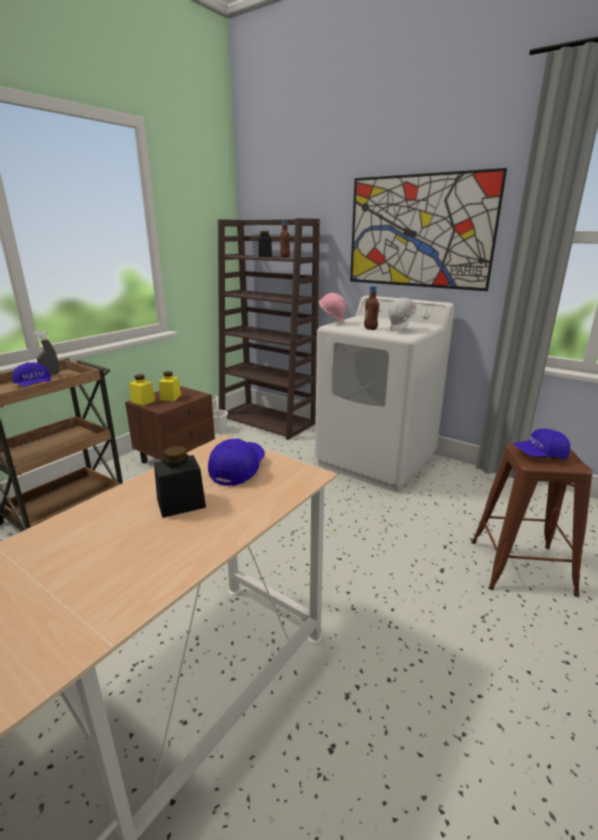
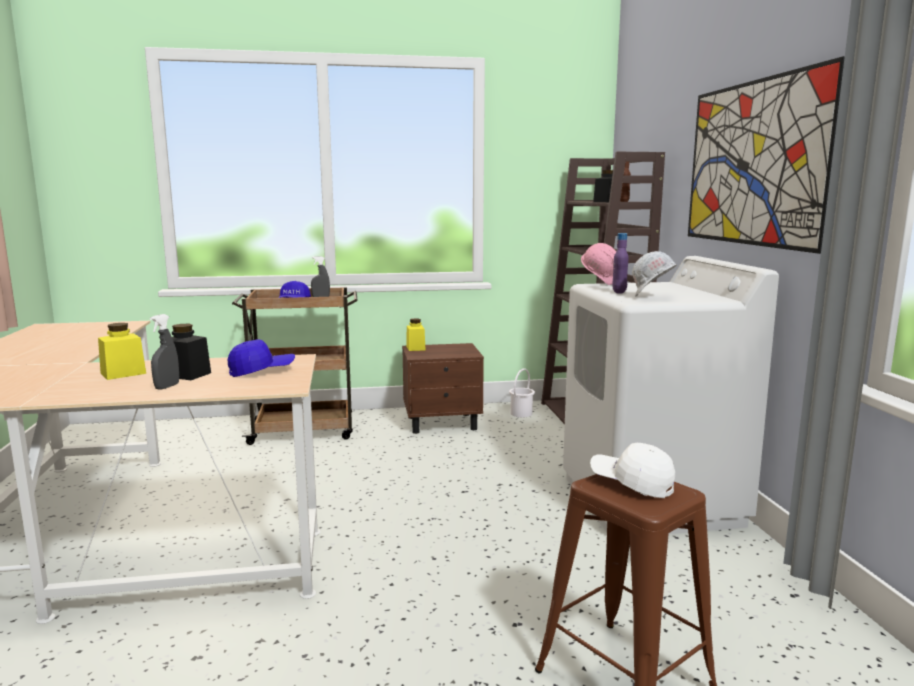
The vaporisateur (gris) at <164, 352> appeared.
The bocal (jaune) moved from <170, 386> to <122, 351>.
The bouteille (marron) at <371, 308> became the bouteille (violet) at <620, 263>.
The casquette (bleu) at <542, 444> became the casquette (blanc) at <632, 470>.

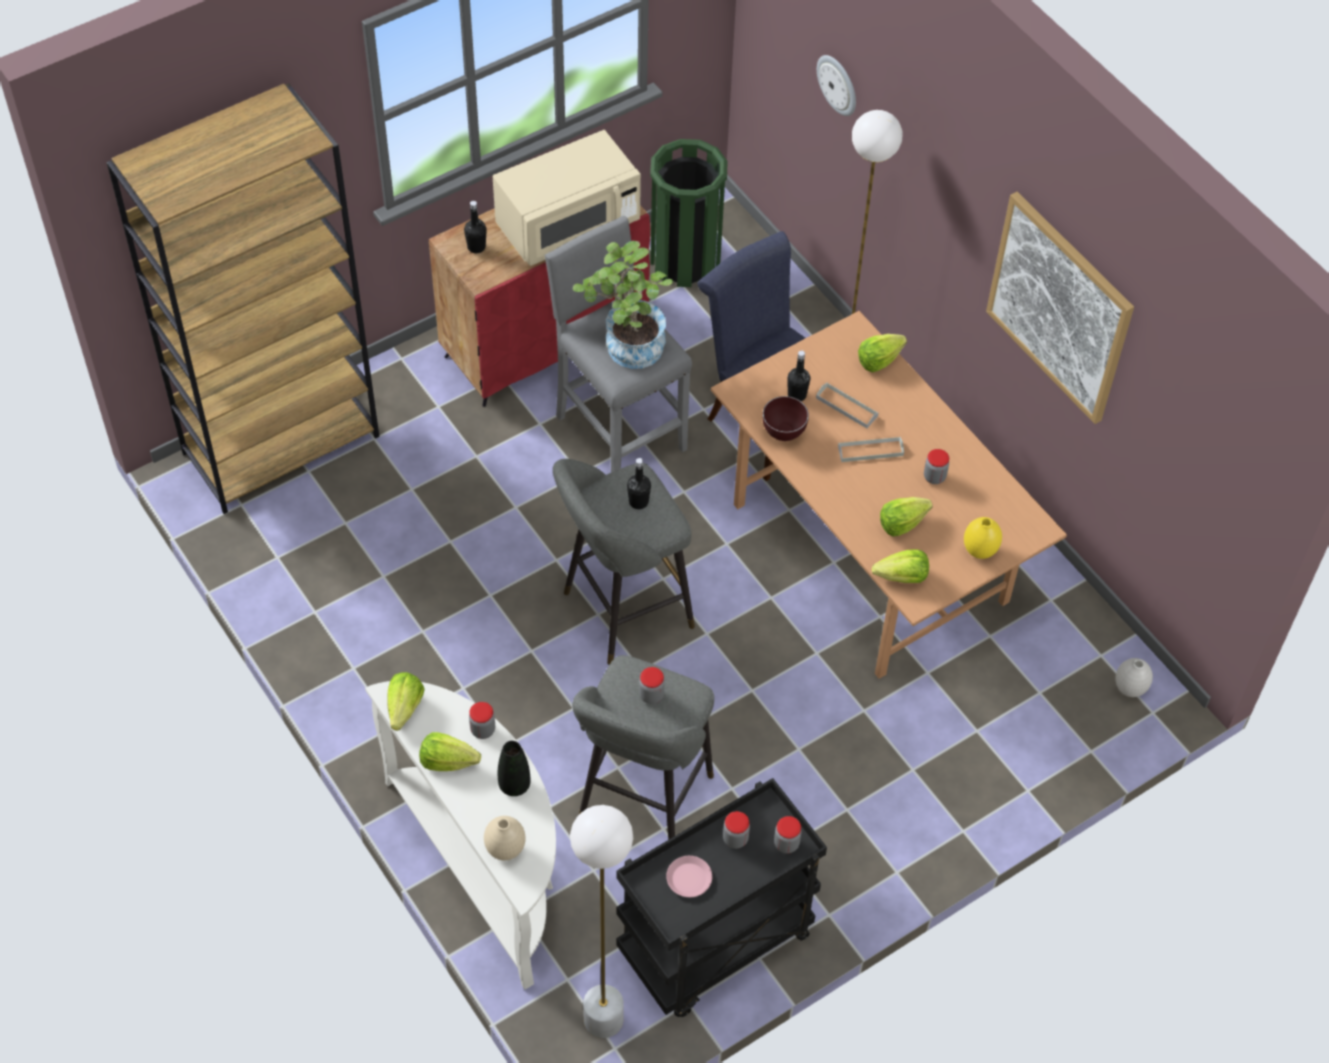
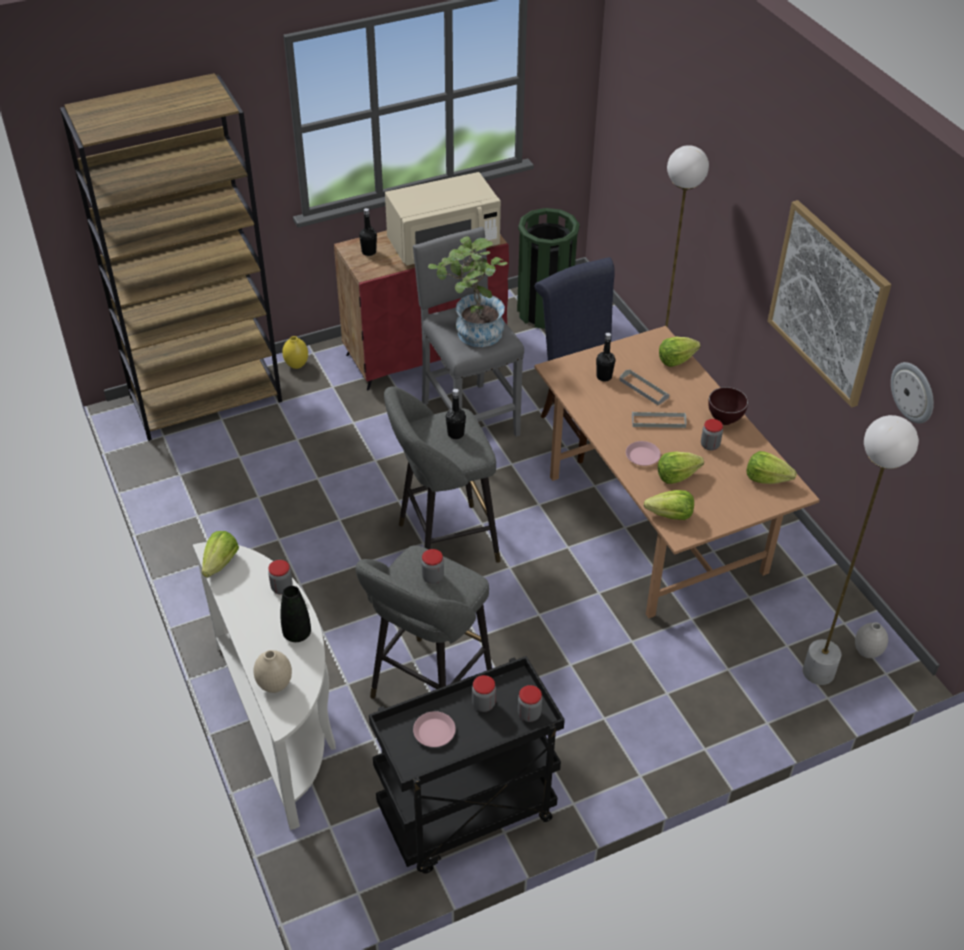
The assiette (rose) at <643, 453> appeared.
The laitue moved from <450, 751> to <771, 467>.
The lampadaire (blanc) moved from <601, 921> to <861, 550>.
The bol (marron) moved from <785, 418> to <728, 406>.
The horloge murale moved from <836, 85> to <912, 392>.
The vase (jaune) moved from <983, 538> to <295, 352>.

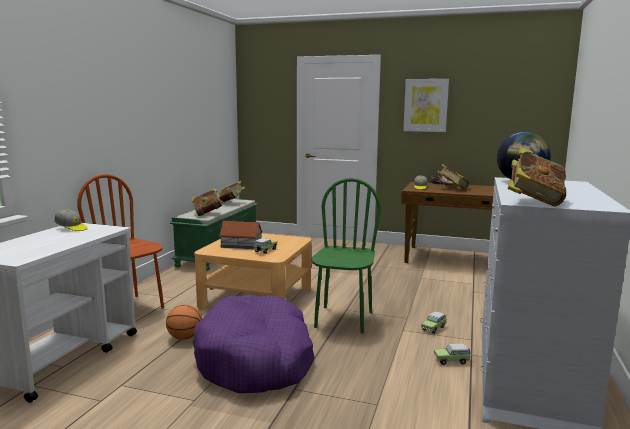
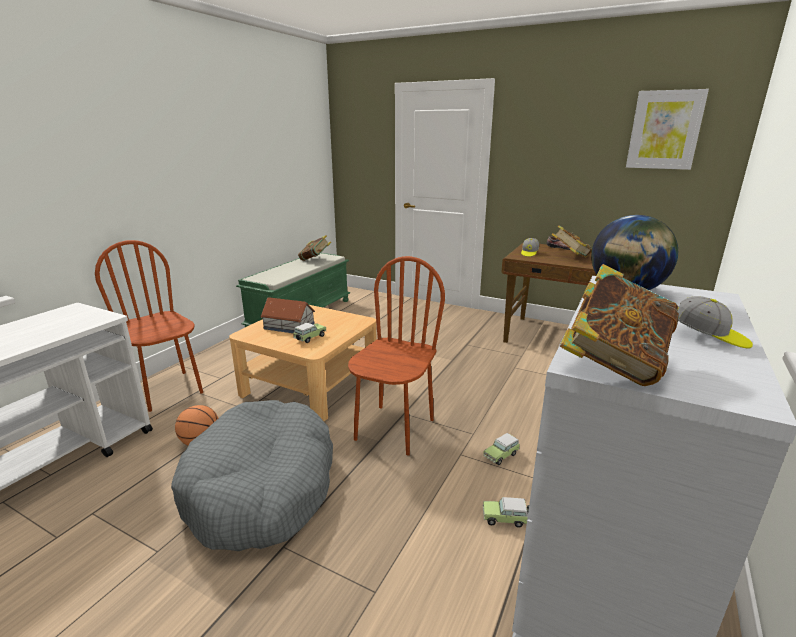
The livre at <207, 202> disappeared.
The casquette moved from <70, 220> to <715, 322>.
The tableau moved from <426, 105> to <667, 129>.
The panier pour chien (violet) at <254, 343> became the panier pour chien (gris) at <252, 475>.
The chaise (vert) at <346, 255> became the chaise (marron) at <396, 355>.

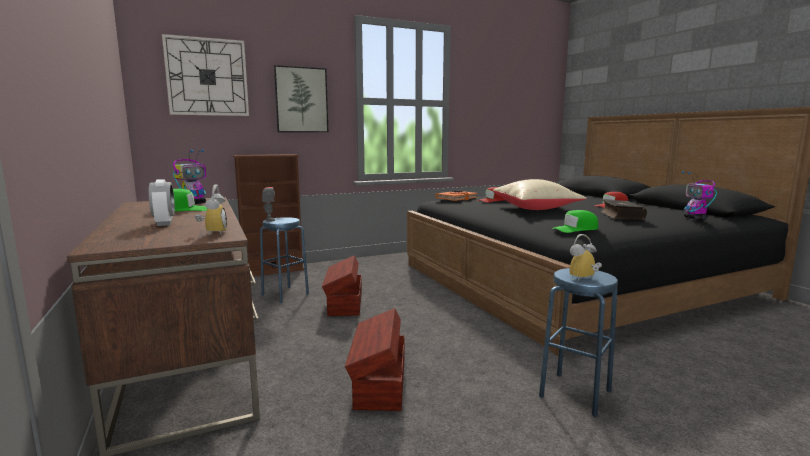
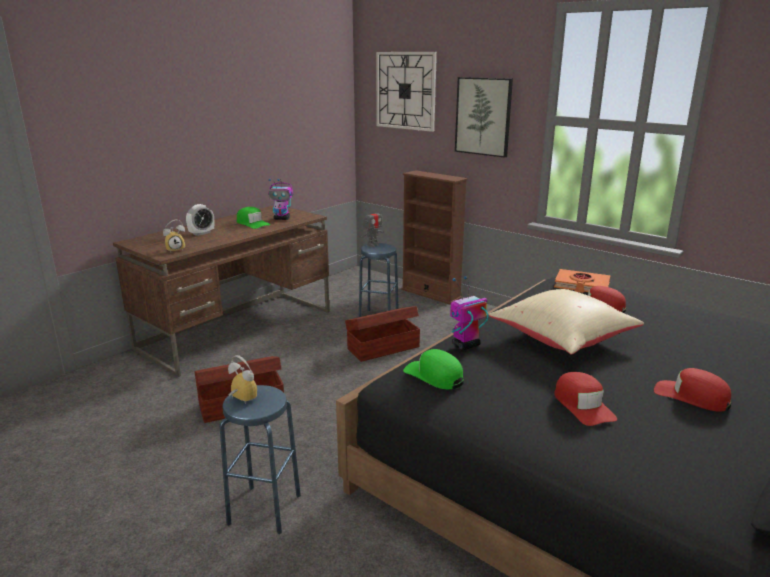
The robot jouet moved from <699, 195> to <469, 313>.
The livre at <624, 209> was replaced by the casquette (rouge) at <585, 399>.

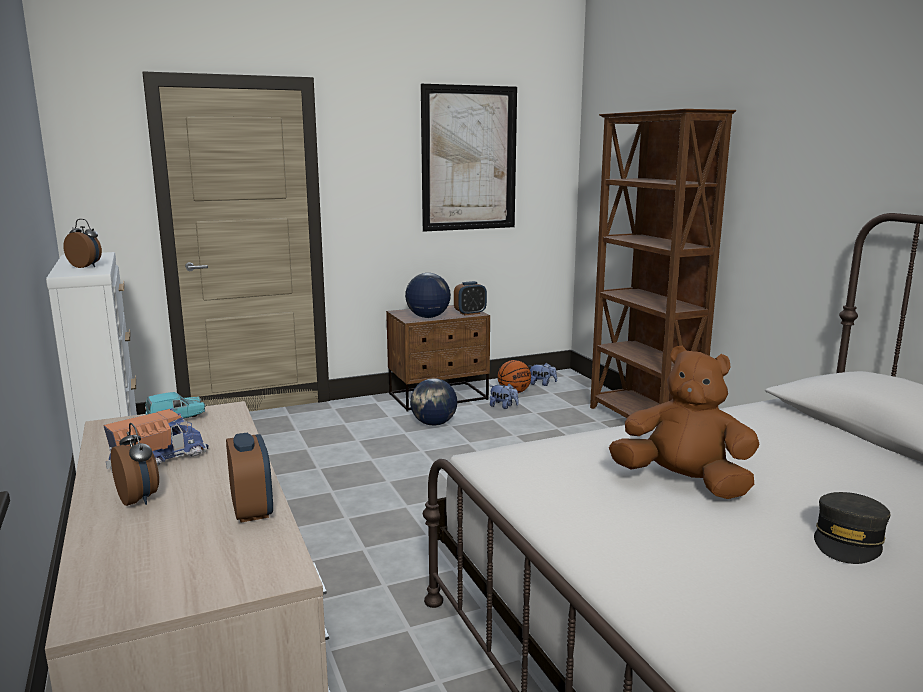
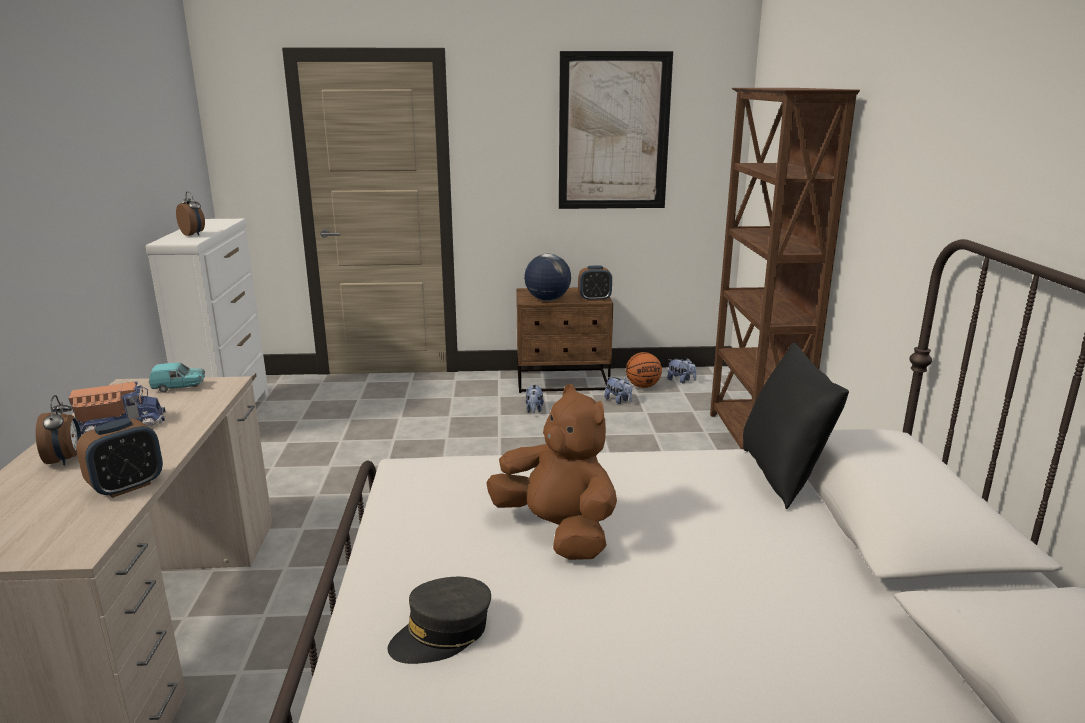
The coussin (noir) at <796, 426> appeared.
The casquette (gris) moved from <852, 528> to <439, 620>.
The globe at <433, 402> was replaced by the peluche at <535, 398>.
The réveil at <249, 478> turned 45 degrees clockwise.

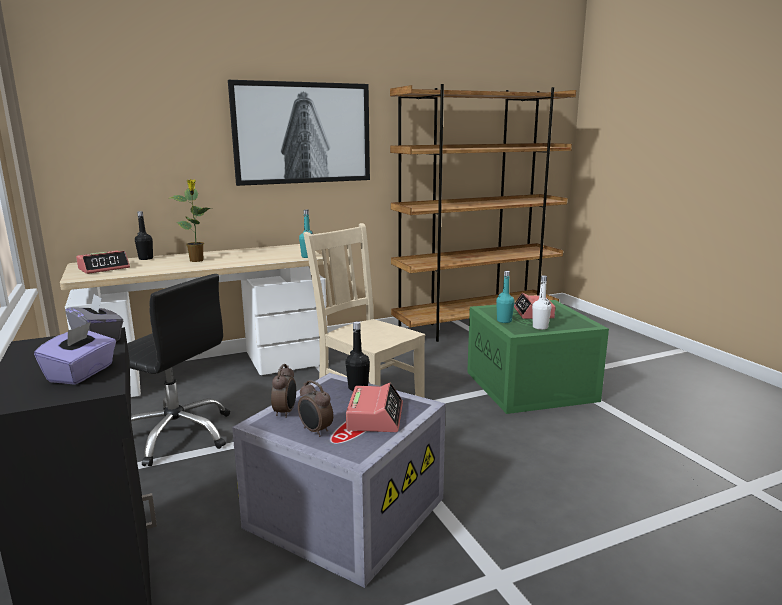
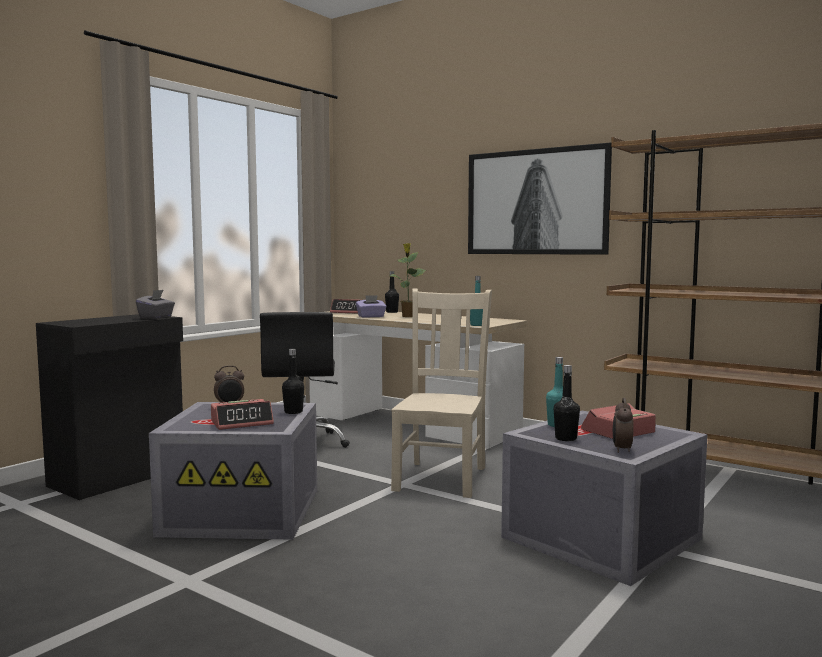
The boîte à mouchoirs (violet) moved from <75, 353> to <371, 306>.
The réveil moved from <315, 408> to <623, 425>.
The boîte de rangement (vert) at <538, 357> became the boîte de rangement (gris) at <604, 498>.
The bouteille (blanc) at <541, 302> became the bouteille (noir) at <567, 403>.

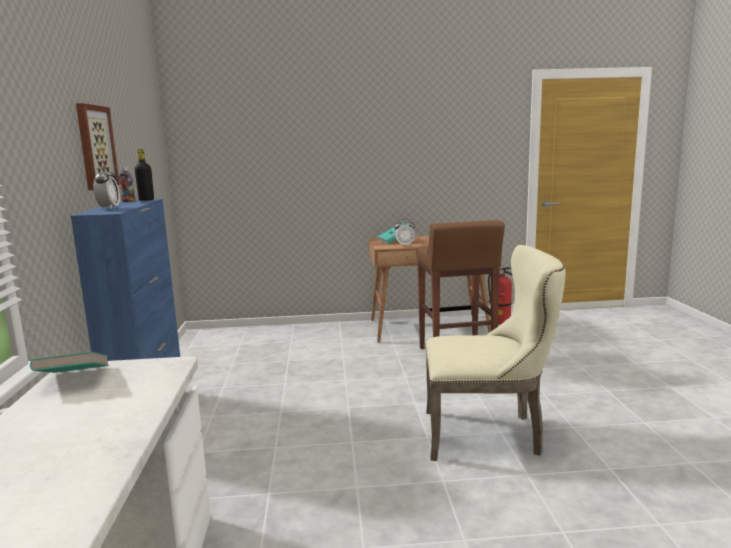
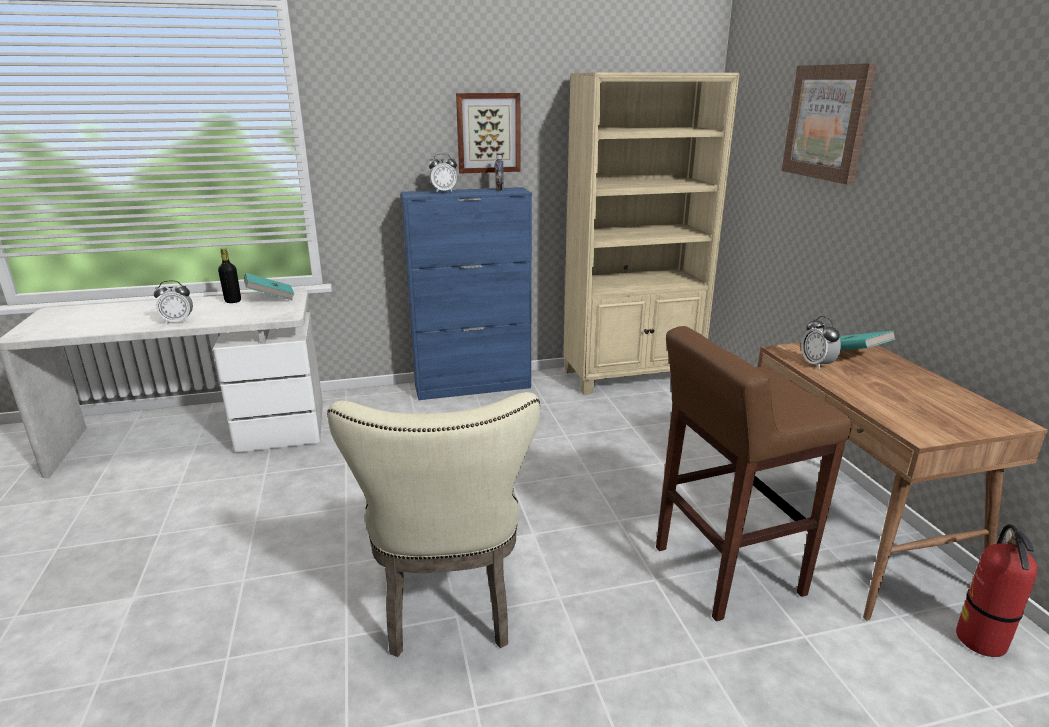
The réveil at <173, 302> appeared.
The bibliothèque (beige) at <651, 233> appeared.
The tableau at <829, 123> appeared.
The bouteille (noir) moved from <144, 175> to <229, 275>.

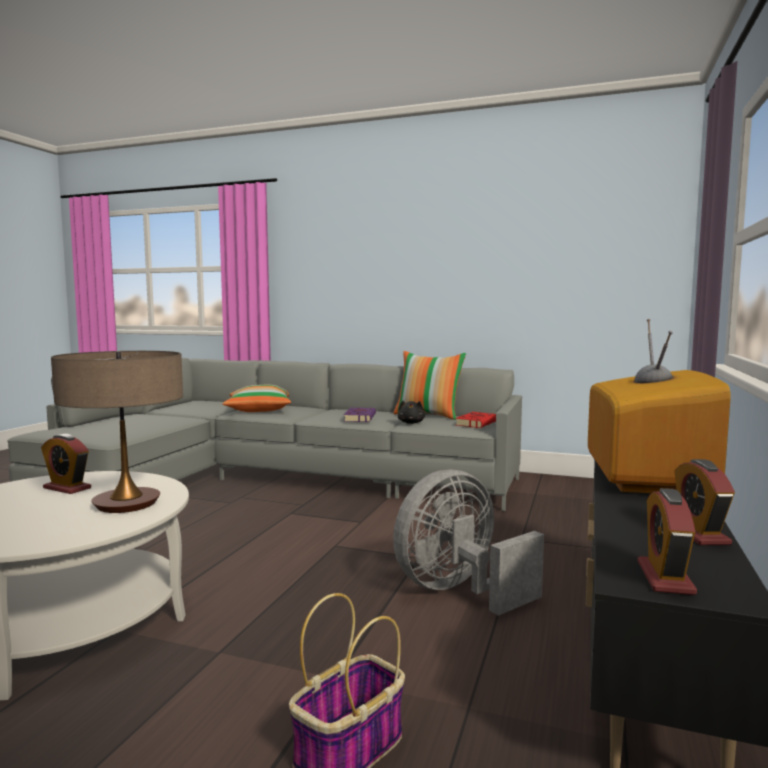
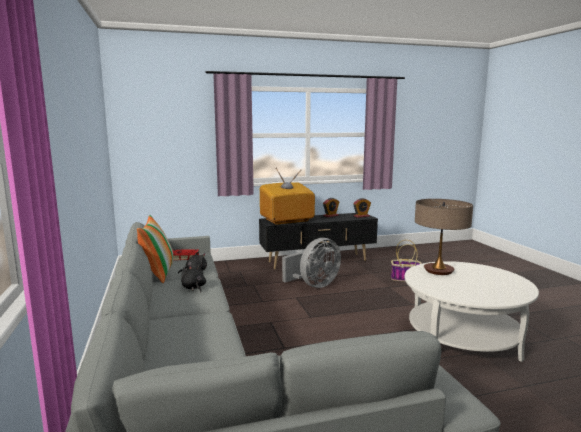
The réveil at <66, 464> disappeared.
The coussin at <257, 398> disappeared.
The livre (violet) at <359, 415> was replaced by the peluche (noir) at <193, 279>.
The ventilateur (gris) at <468, 542> turned 60 degrees counterclockwise.

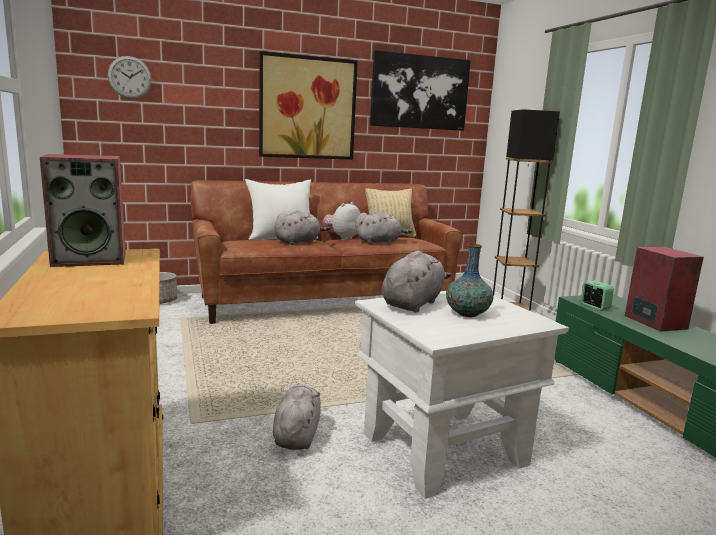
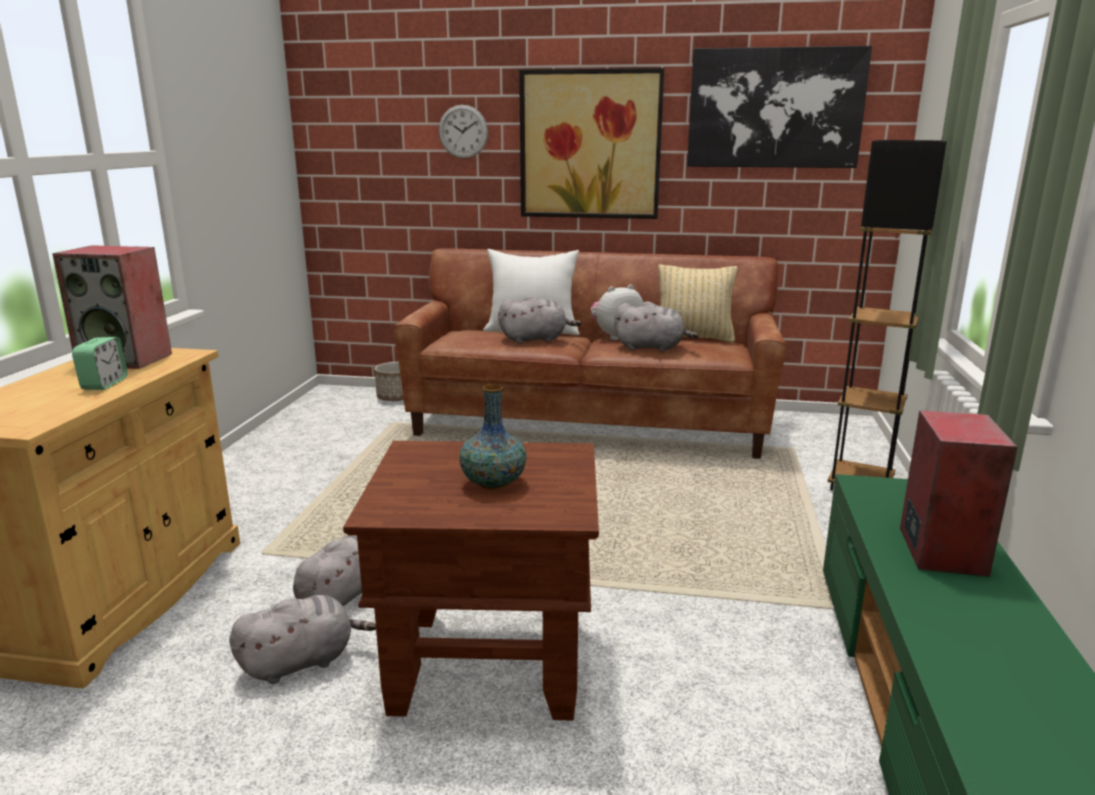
The horloge murale moved from <130, 77> to <463, 132>.
The peluche (gris) moved from <416, 282> to <302, 639>.
The réveil moved from <597, 295> to <99, 363>.
The table d'appoint (blanc) at <462, 395> became the table d'appoint (marron) at <471, 581>.

